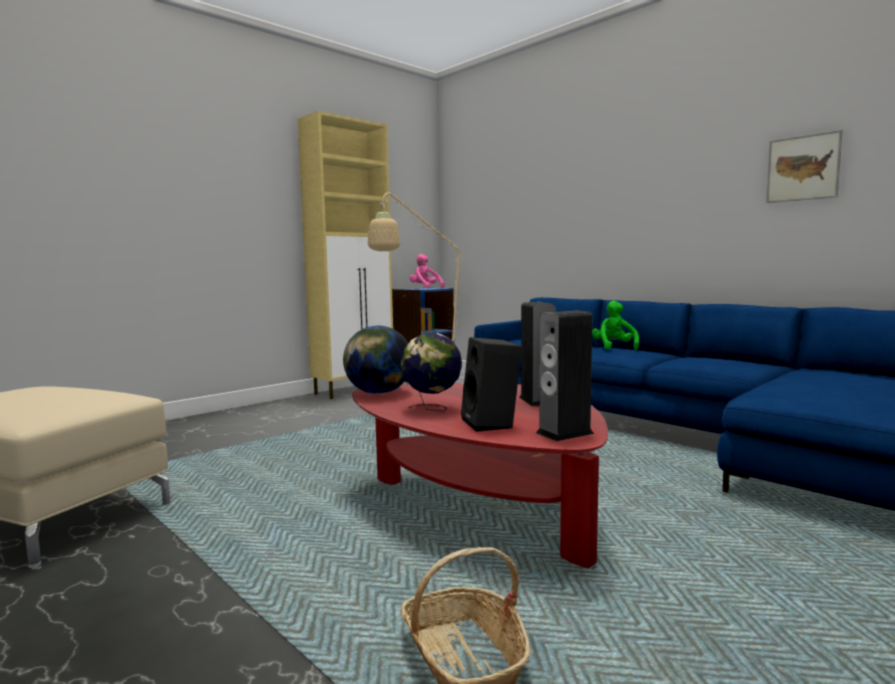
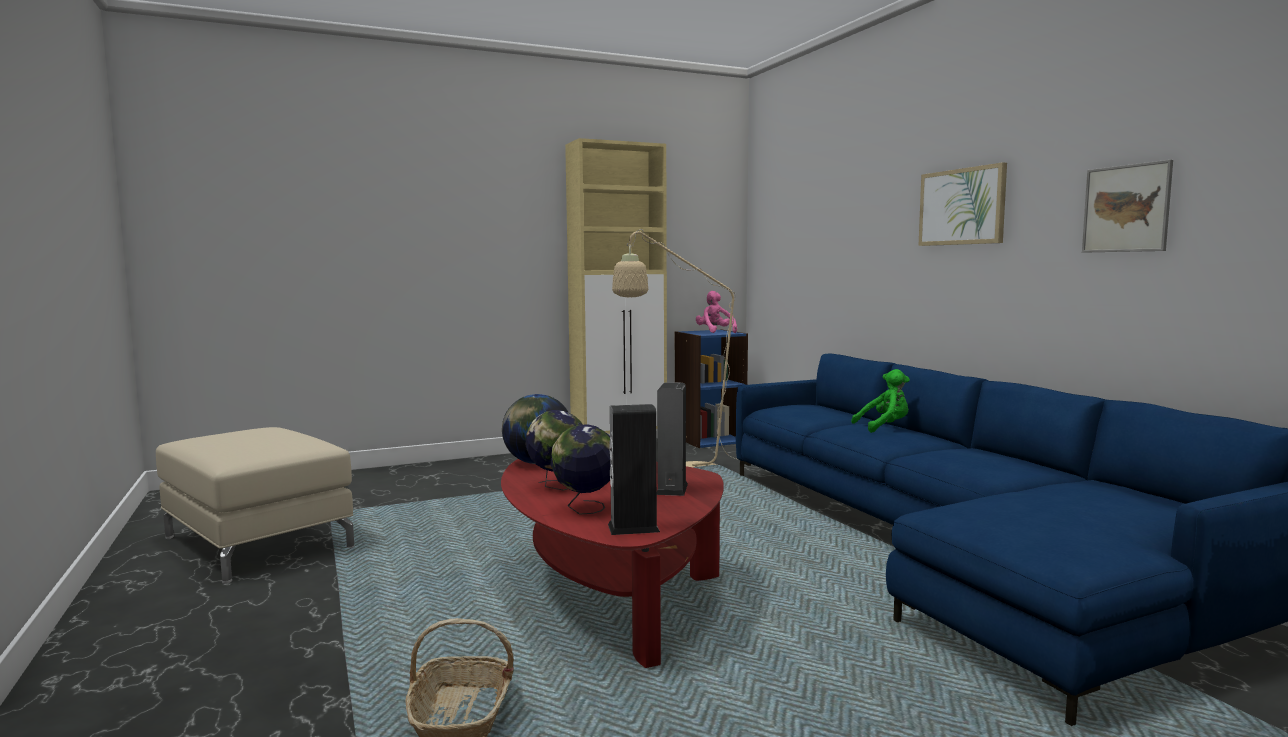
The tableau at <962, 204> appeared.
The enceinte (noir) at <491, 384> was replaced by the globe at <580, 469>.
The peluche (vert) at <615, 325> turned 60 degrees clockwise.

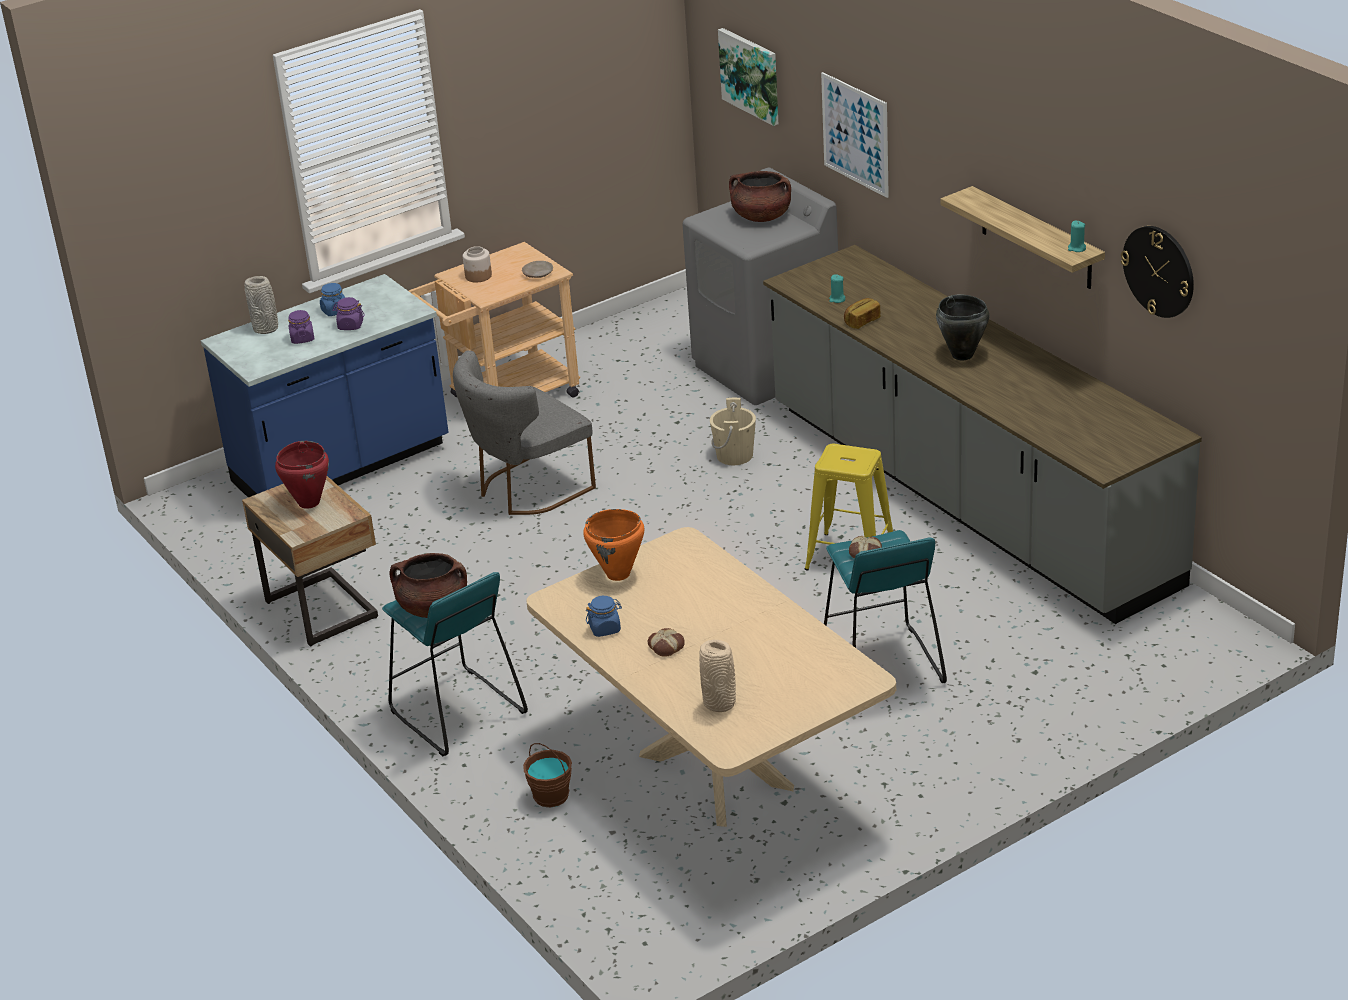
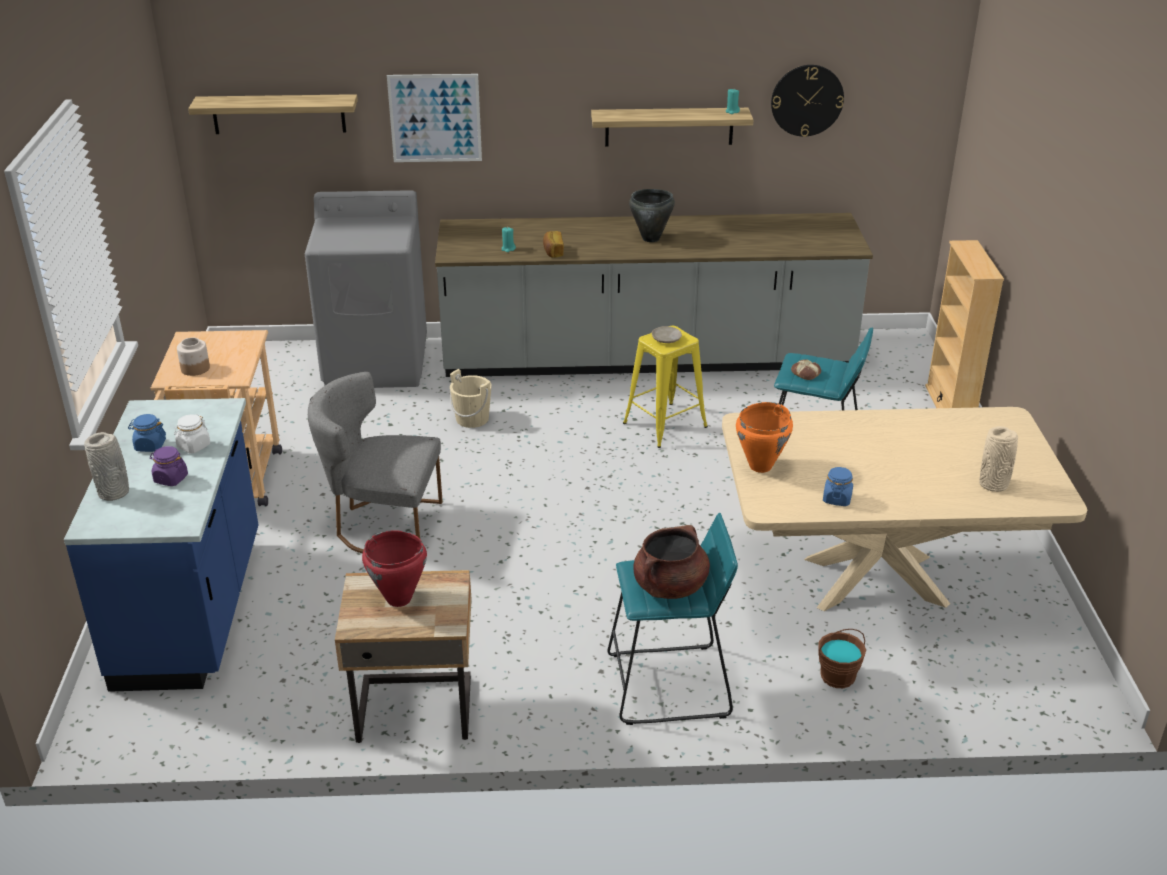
The pain at <666, 642> disappeared.
The marmite (marron) at <760, 196> disappeared.
The bibliothèque (beige) at <964, 324> appeared.
The assiette (beige) moved from <537, 269> to <667, 334>.
The tableau at <748, 77> was replaced by the étagère at <273, 114>.
The bocal (violet) at <348, 313> became the bocal (blanc) at <192, 434>.
The chaise (gris) at <524, 432> turned 105 degrees clockwise.

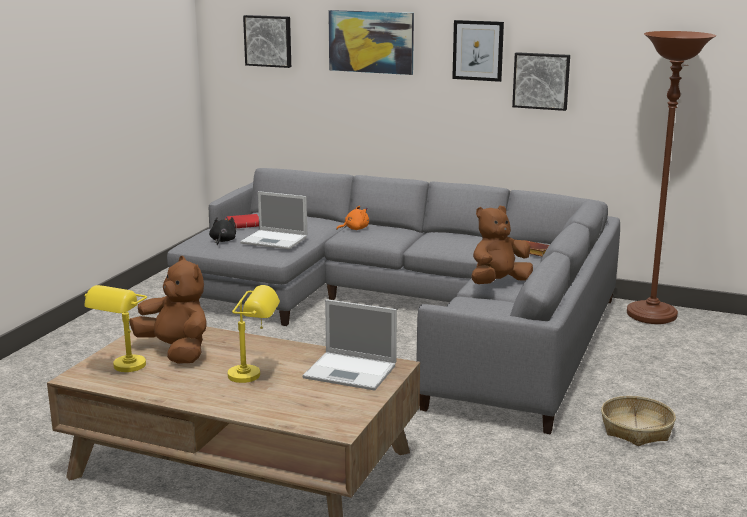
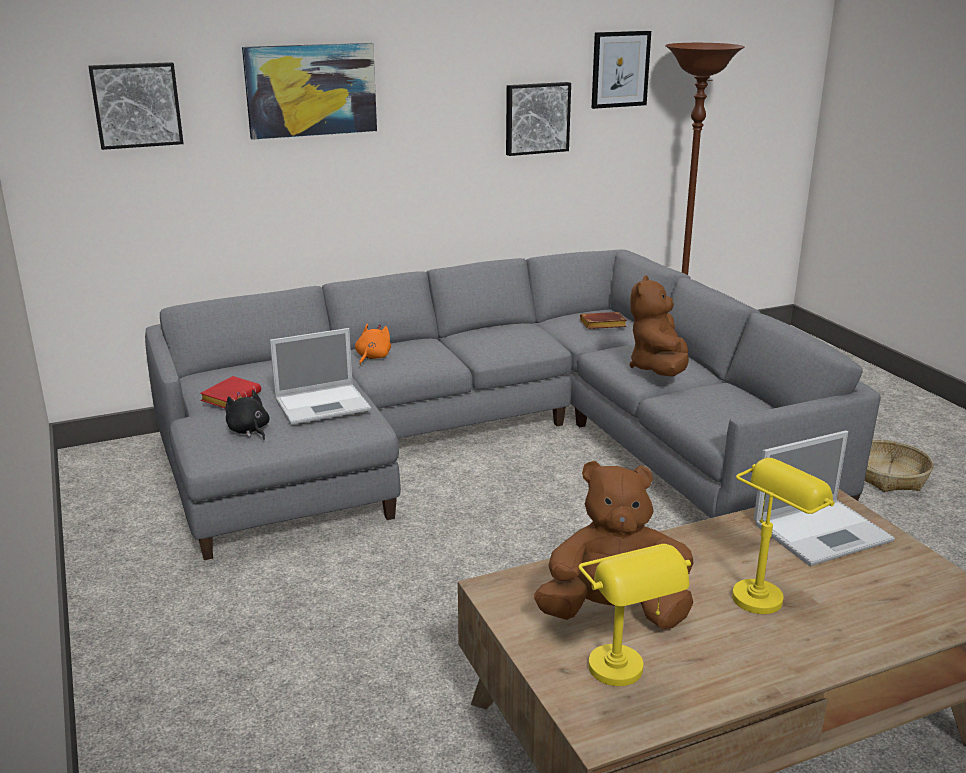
The tableau moved from <478, 51> to <621, 70>.

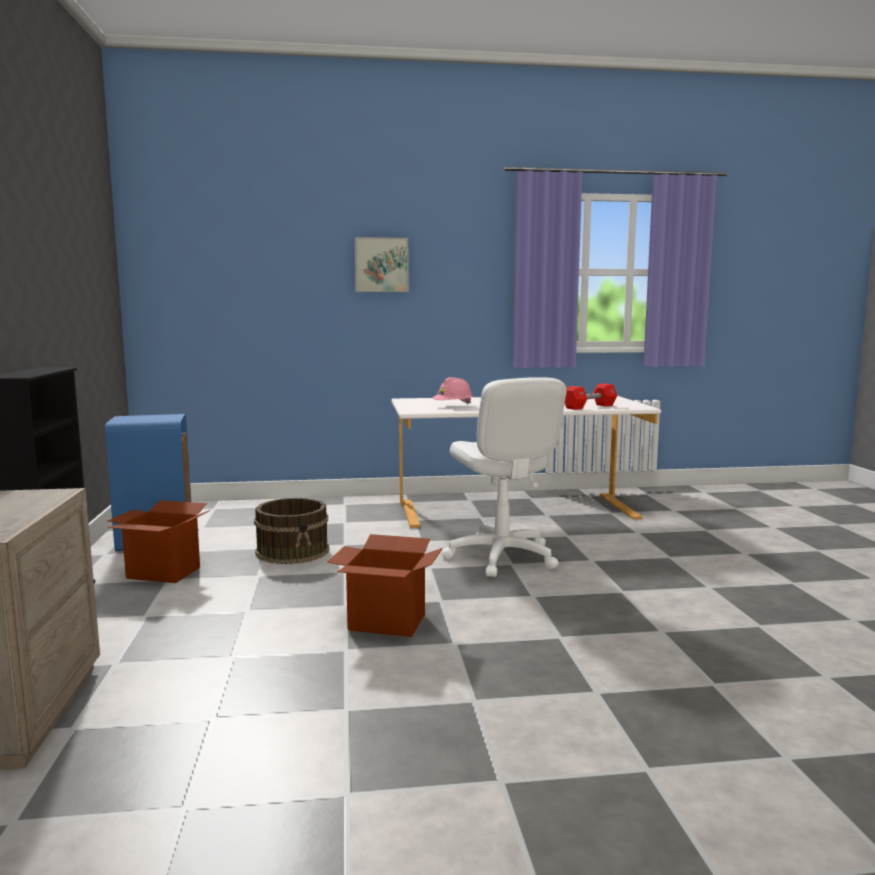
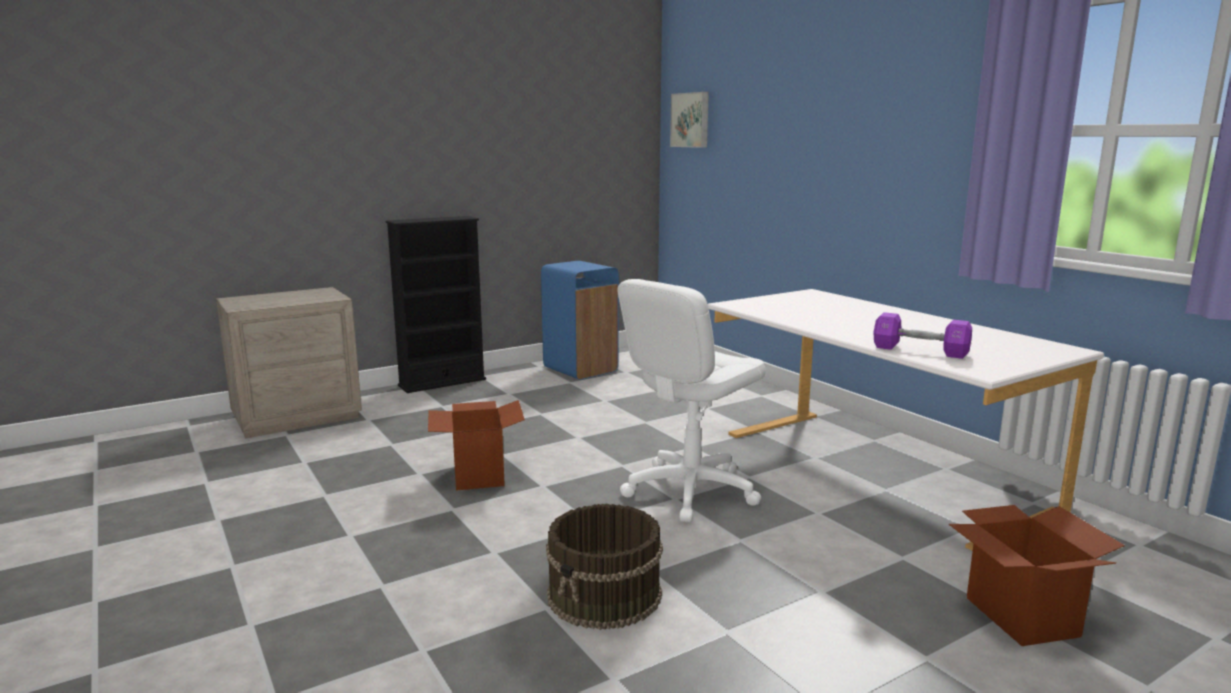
The casque de chantier (rose) at <453, 390> disappeared.
The carton moved from <158, 541> to <1037, 575>.
The seau (marron) moved from <291, 531> to <604, 566>.
The tableau moved from <382, 264> to <689, 120>.
The haltère (rouge) at <591, 397> became the haltère (violet) at <922, 335>.

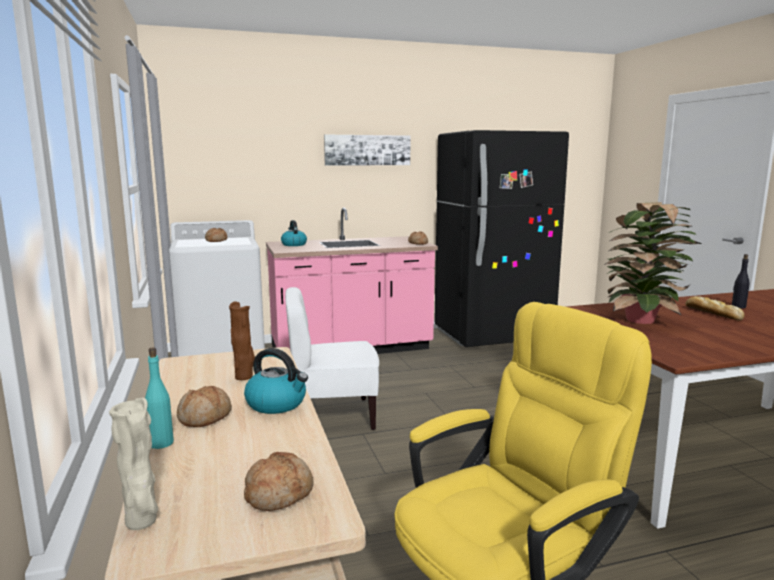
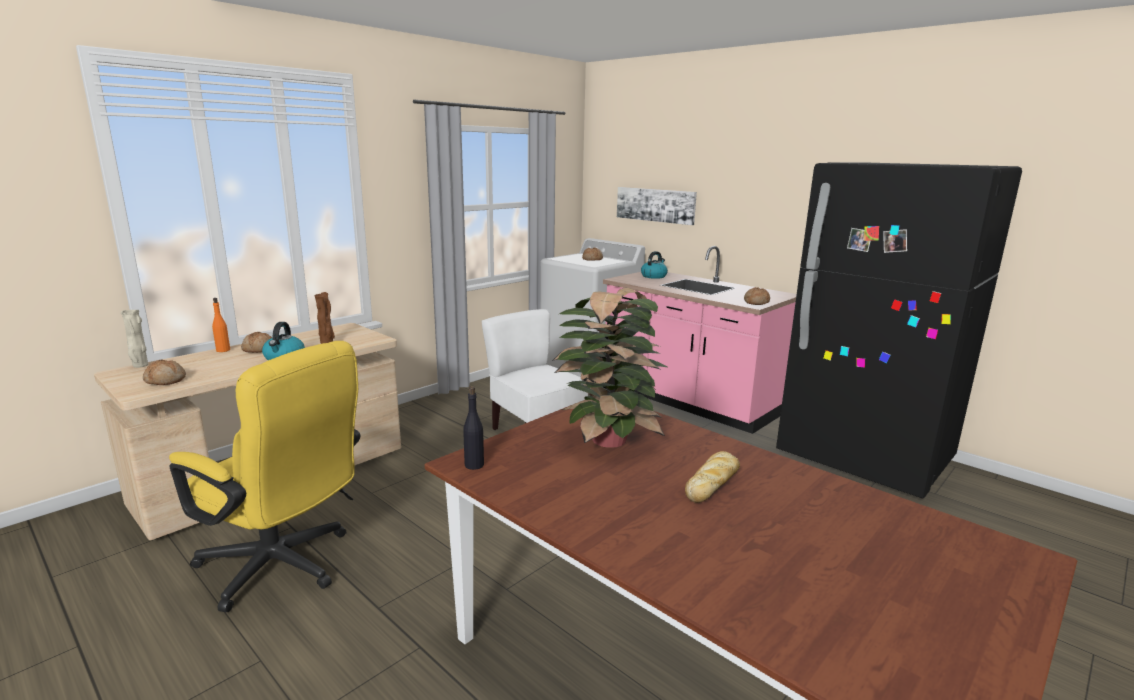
The tableau moved from <367, 150> to <657, 206>.
The bouteille (noir) moved from <741, 281> to <473, 428>.
The bouteille (turquoise) at <159, 398> became the bouteille (orange) at <221, 325>.

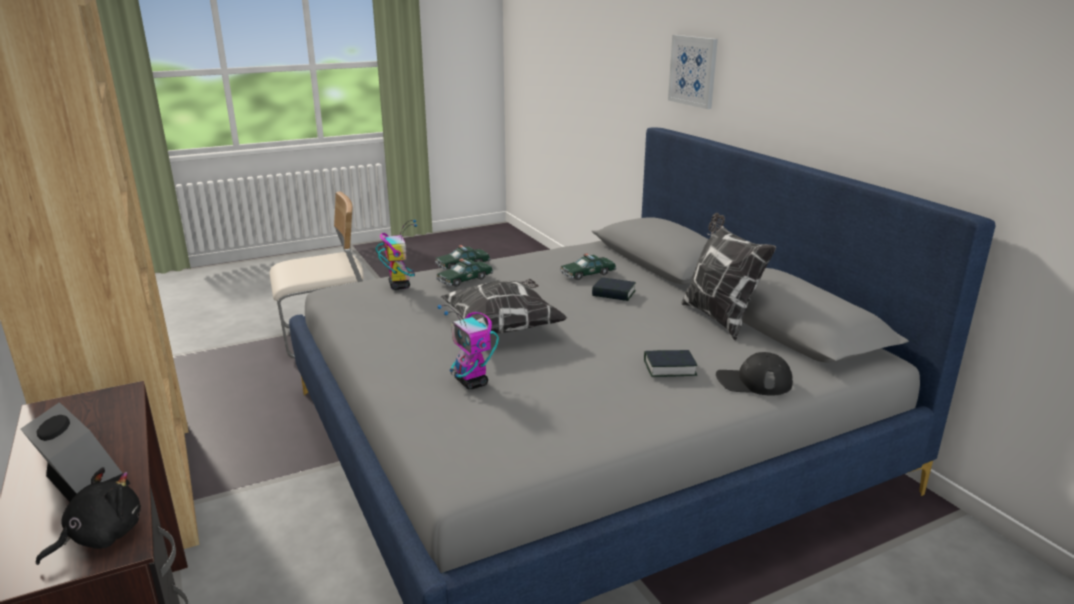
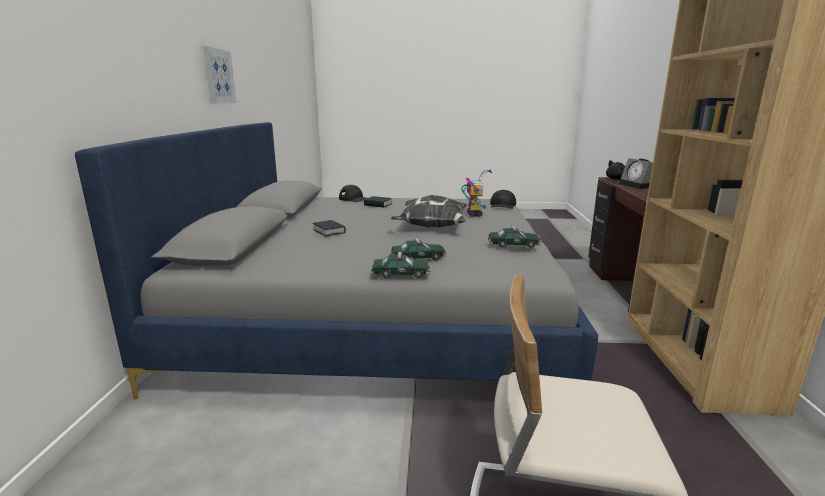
The robot jouet at <396, 255> disappeared.
The coussin at <729, 276> disappeared.
The casquette (noir) at <503, 199> appeared.
The petite voiture moved from <588, 266> to <514, 237>.
The tableau moved from <693, 72> to <219, 75>.

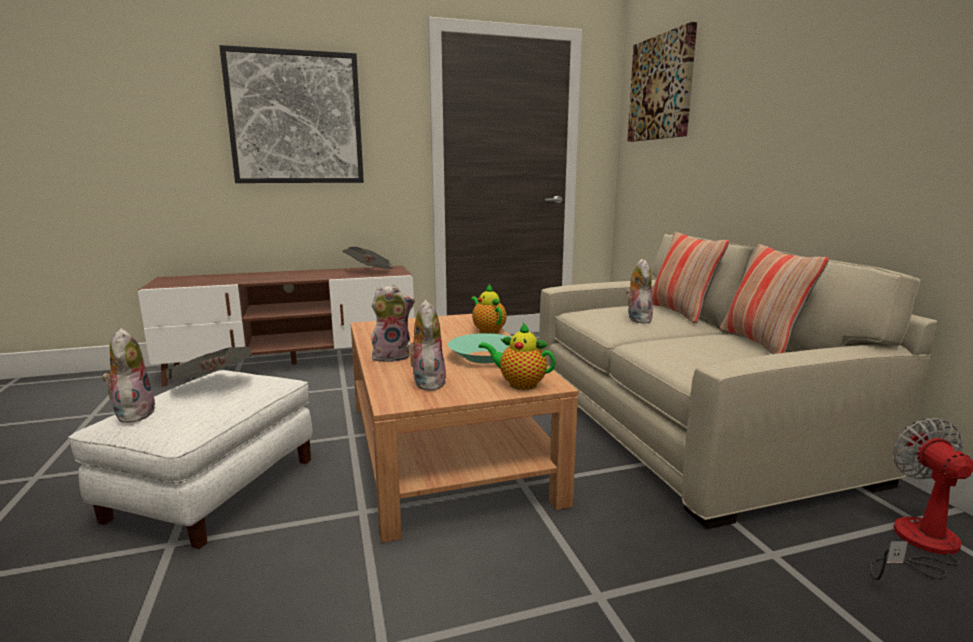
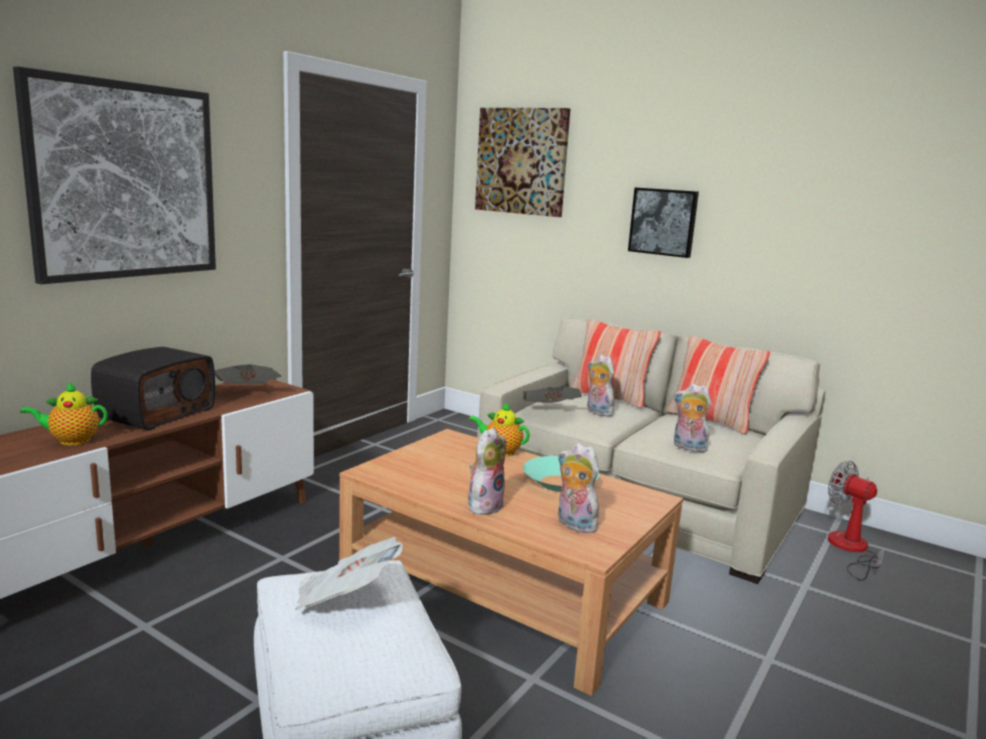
The radio at <153, 388> appeared.
The journal at <552, 394> appeared.
The tableau at <663, 222> appeared.
The peluche moved from <128, 375> to <692, 418>.
The théière moved from <517, 356> to <64, 414>.

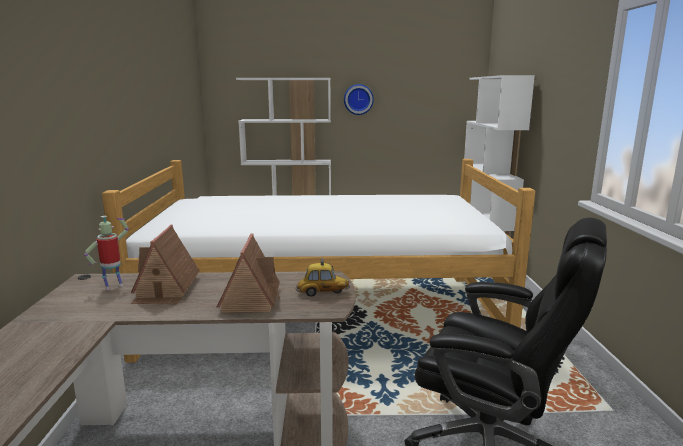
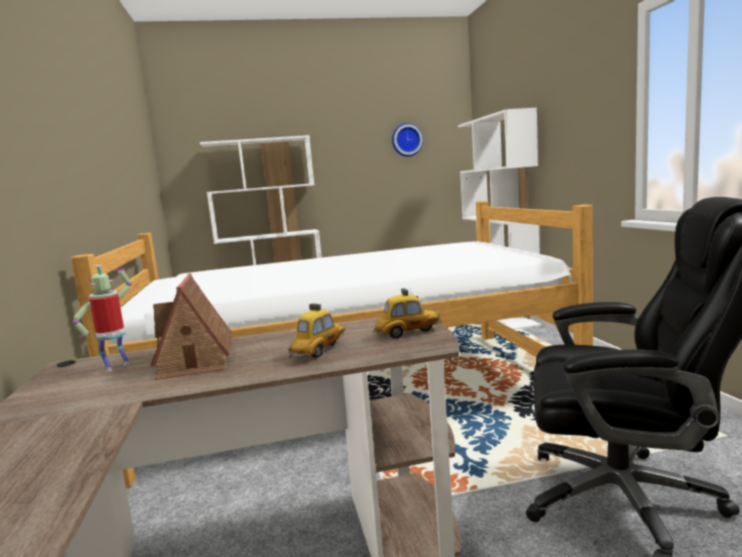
The horloge murale moved from <359, 99> to <407, 140>.
The maison miniature at <248, 273> was replaced by the petite voiture at <316, 331>.

